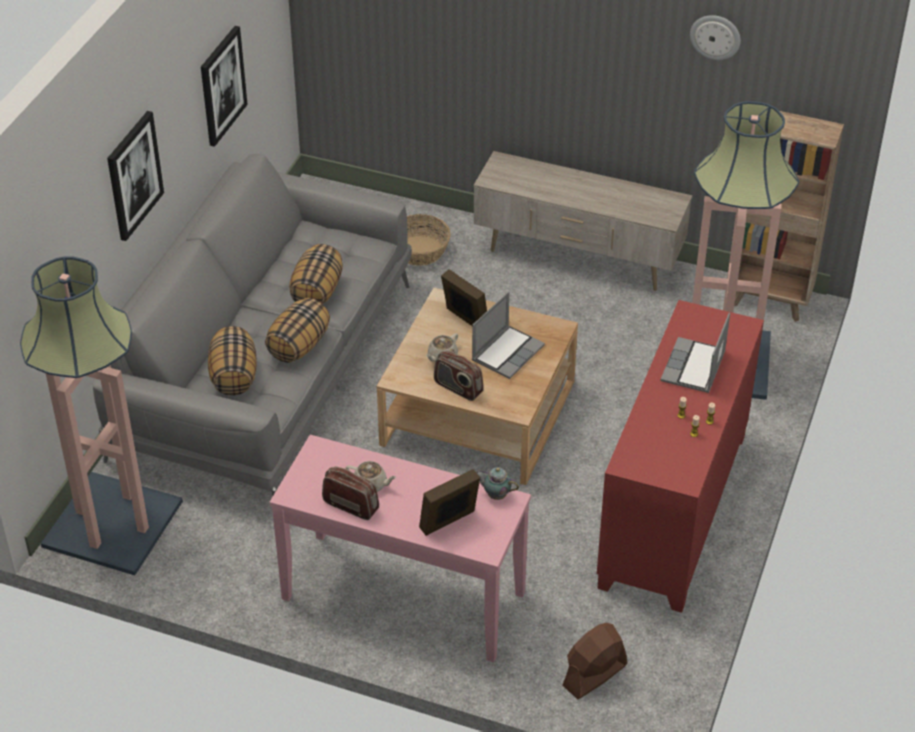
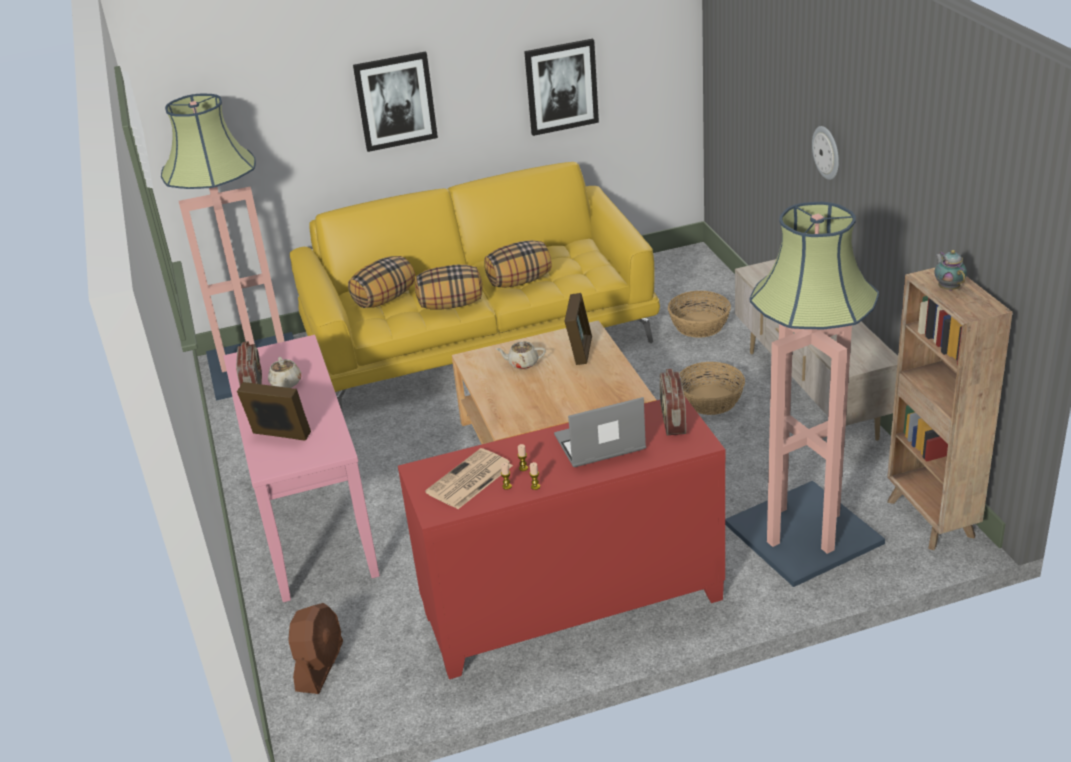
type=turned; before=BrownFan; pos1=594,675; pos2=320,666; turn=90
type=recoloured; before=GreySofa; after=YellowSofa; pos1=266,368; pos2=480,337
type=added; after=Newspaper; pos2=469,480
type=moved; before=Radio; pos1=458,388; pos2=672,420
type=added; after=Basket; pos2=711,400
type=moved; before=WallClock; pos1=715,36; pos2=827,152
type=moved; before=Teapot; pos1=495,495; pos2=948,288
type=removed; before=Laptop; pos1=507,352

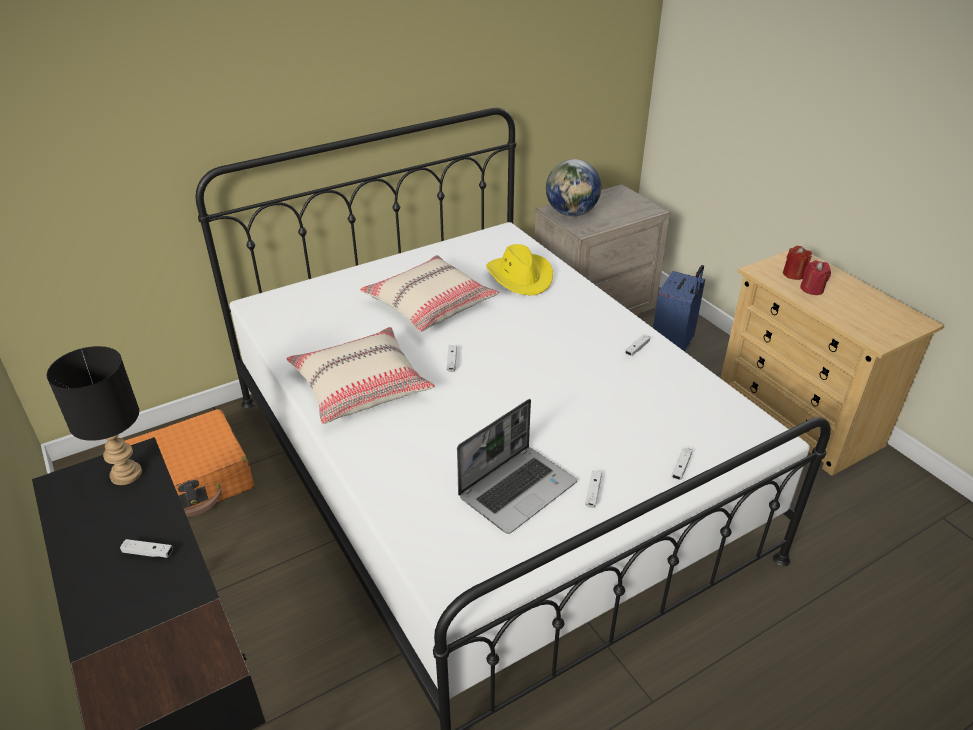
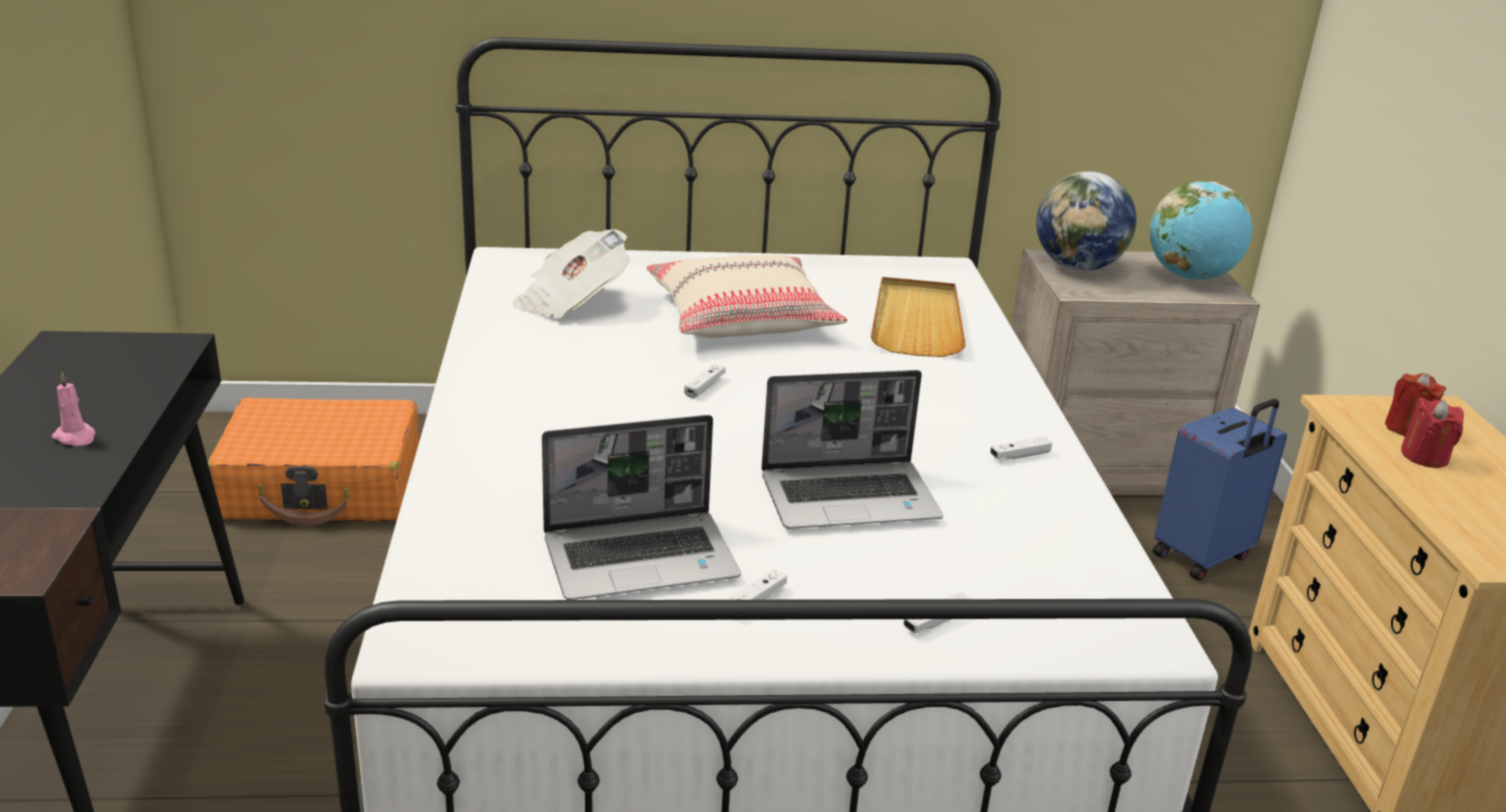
type=replaced; before=WhiteGameController; after=PinkCandle; pos1=148,553; pos2=76,437
type=added; after=Newspaper; pos2=571,302
type=added; after=Laptop; pos2=851,497
type=replaced; before=YellowHat; after=BeigeTray; pos1=520,276; pos2=916,322
type=added; after=Globe; pos2=1190,277
type=removed; before=BlackTableLamp; pos1=126,475
type=removed; before=BeigePillow; pos1=361,386

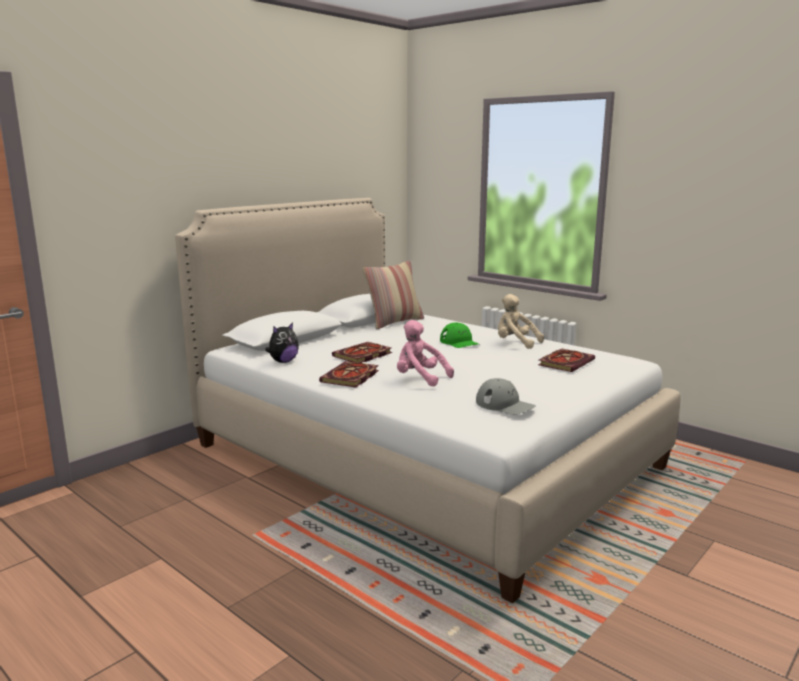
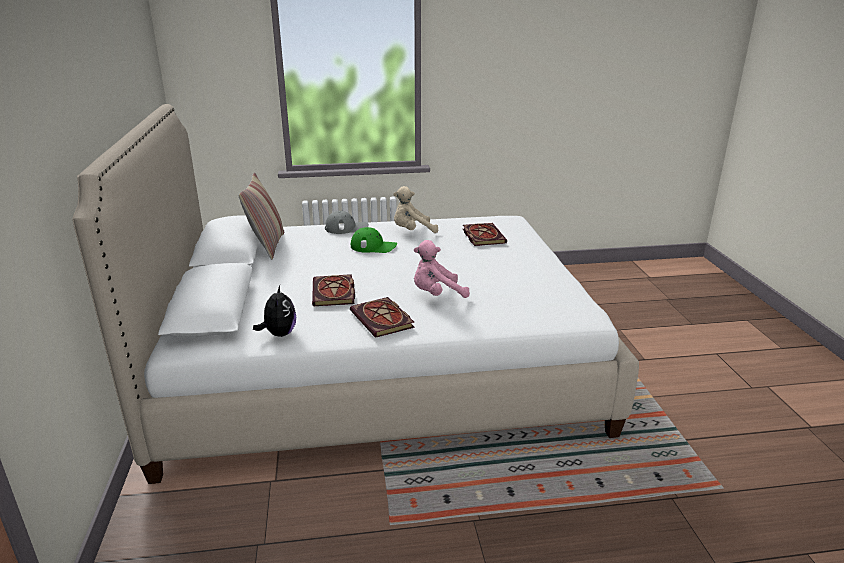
type=moved; before=GreyCap; pos1=505,405; pos2=346,228

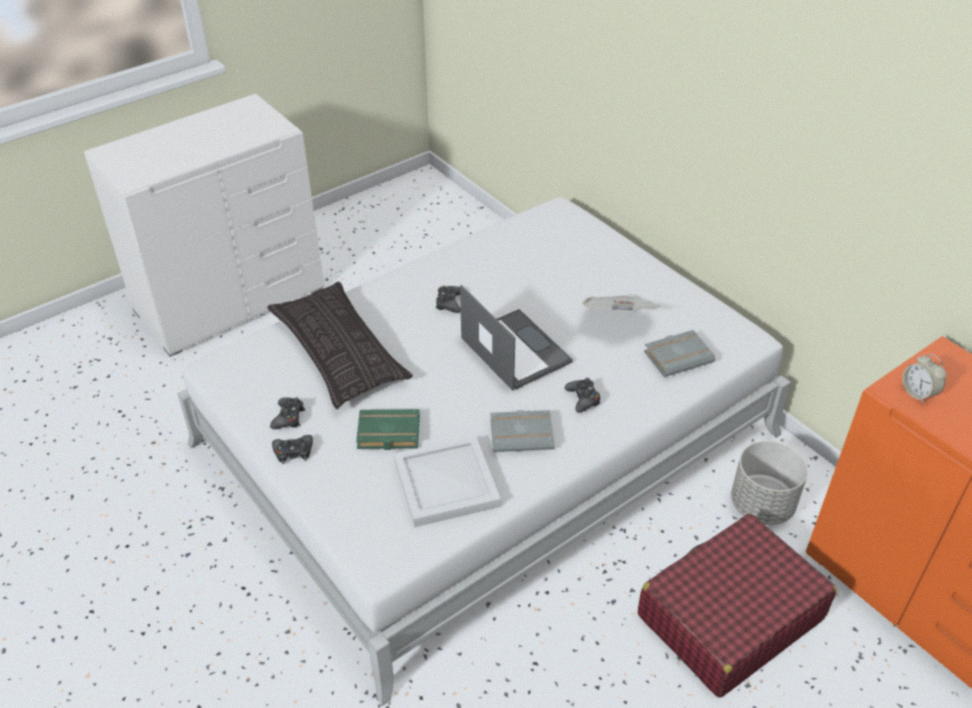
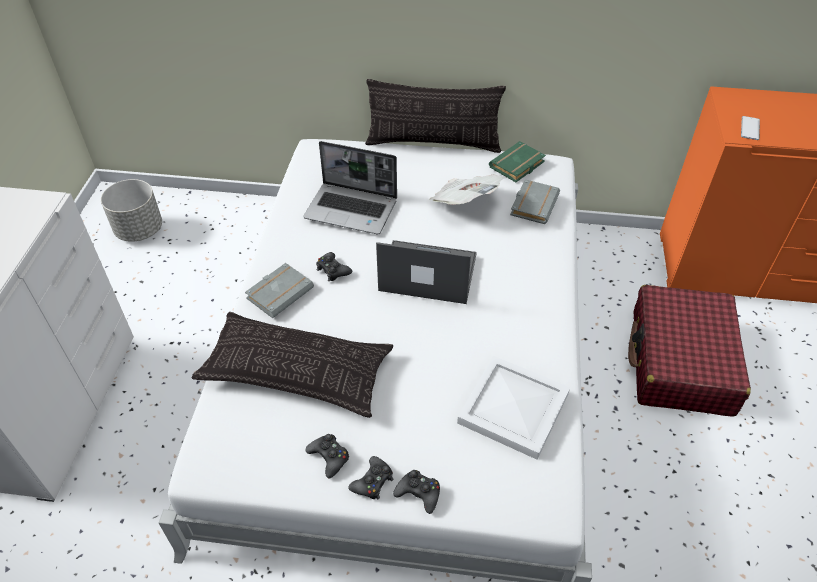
type=moved; before=GreyPlanter; pos1=761,505; pos2=139,230
type=moved; before=GreyBook; pos1=523,434; pos2=280,292
type=added; after=Laptop; pos2=352,209
type=added; after=Pillow; pos2=433,143
type=moved; before=BlackGameController; pos1=583,399; pos2=419,493
type=moved; before=GreenBook; pos1=387,434; pos2=517,166
type=replaced; before=AlarmClock; after=Phone; pos1=918,393; pos2=750,128

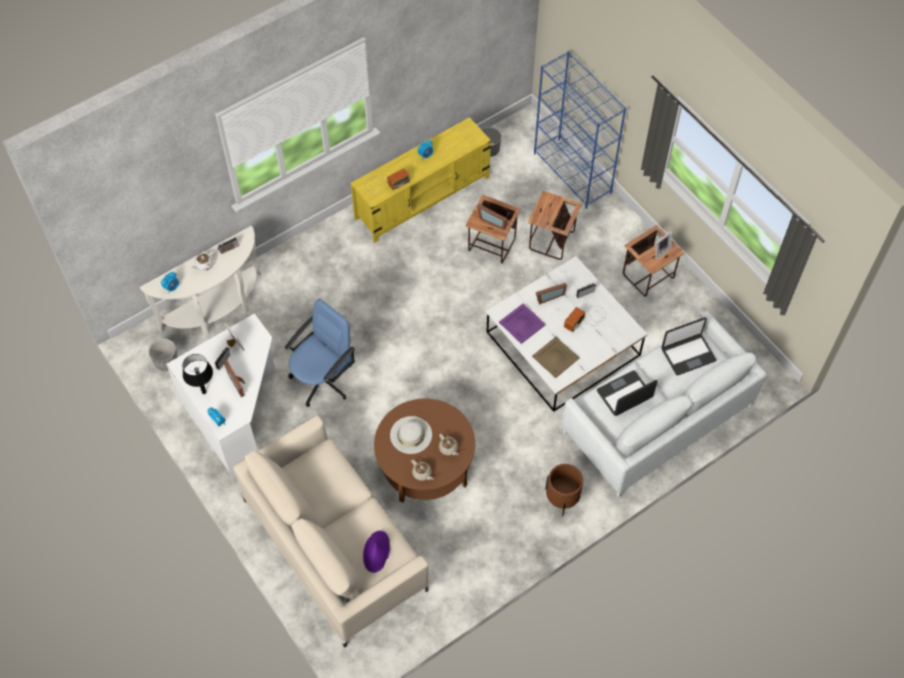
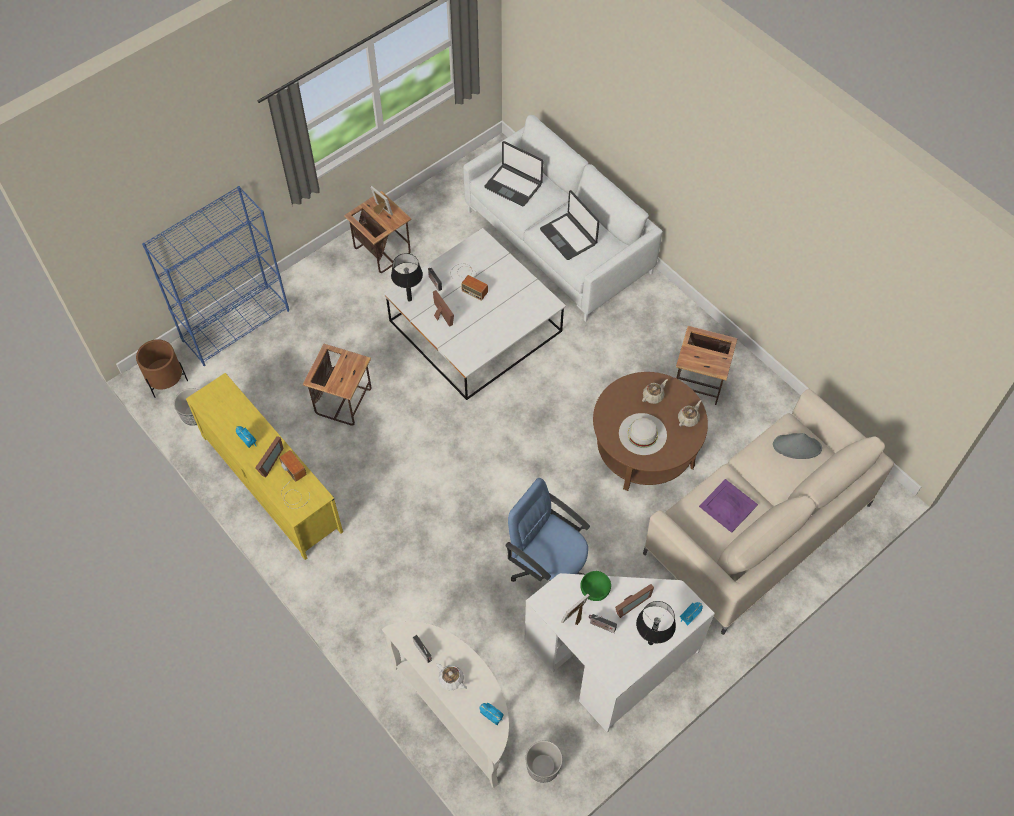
type=moved; before=BrownPlanter; pos1=562,498; pos2=167,381
type=moved; before=PictureFrame; pos1=492,220; pos2=268,462
type=added; after=BlackTableLamp; pos2=409,299
type=turned; before=Laptop; pos1=688,354; pos2=513,185; turn=150
type=added; after=GreenBowl; pos2=595,589
type=moved; before=SideTable; pos1=551,241; pos2=699,384
type=moved; before=PurpleTray; pos1=521,323; pos2=728,506
type=recoloured; before=PurpleHat; after=GreyHat; pos1=376,552; pos2=797,446
type=removed; before=BeigeTray; pos1=555,357

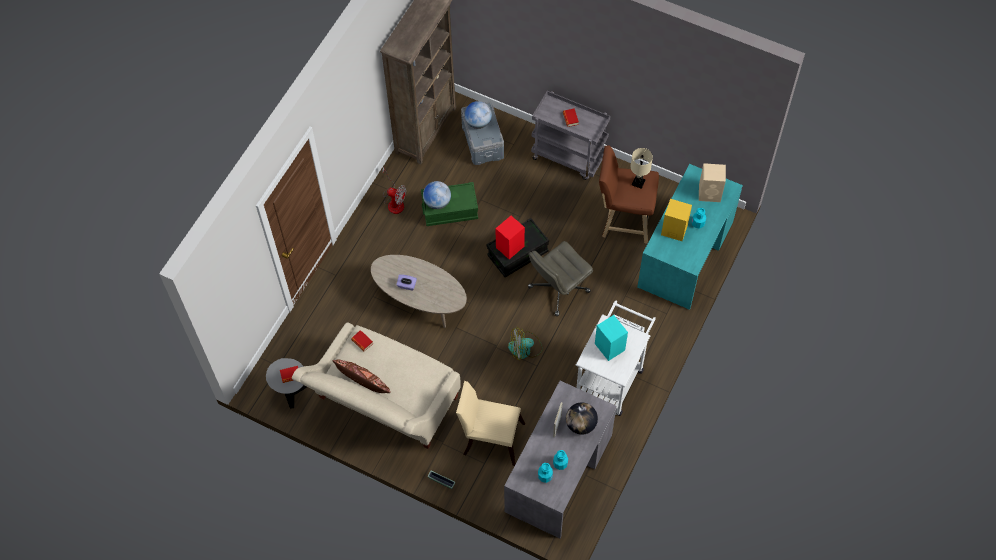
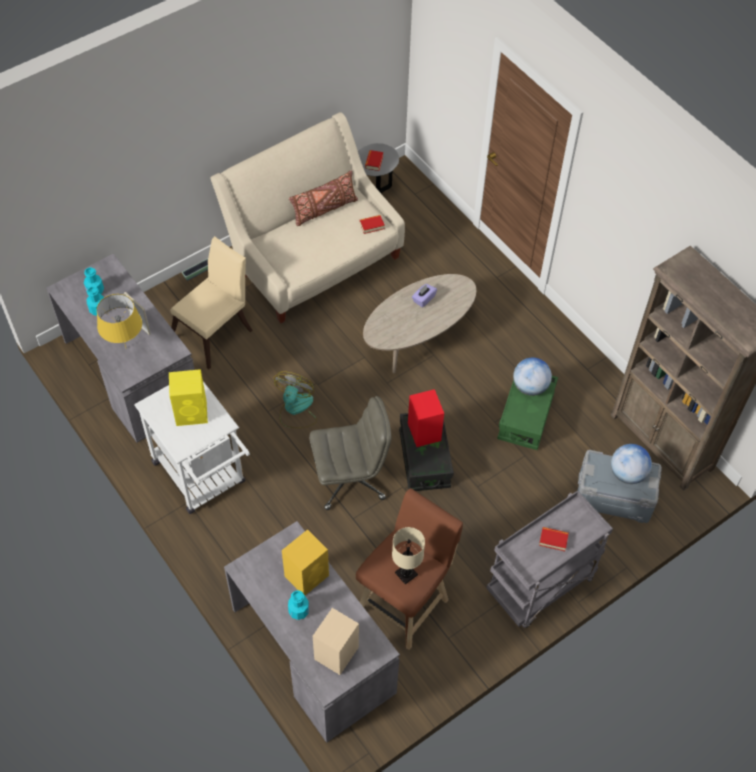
type=replaced; before=Globe; after=YellowTableLamp; pos1=581,424; pos2=126,348
type=recoloured; before=TurquoiseSpeaker; after=YellowSpeaker; pos1=609,346; pos2=192,412
type=recoloured; before=TurquoiseDesk; after=GreyDesk; pos1=686,255; pos2=311,650
type=turned; before=GreyOfficeChair; pos1=558,289; pos2=350,478; turn=90
type=removed; before=Fan; pos1=394,201

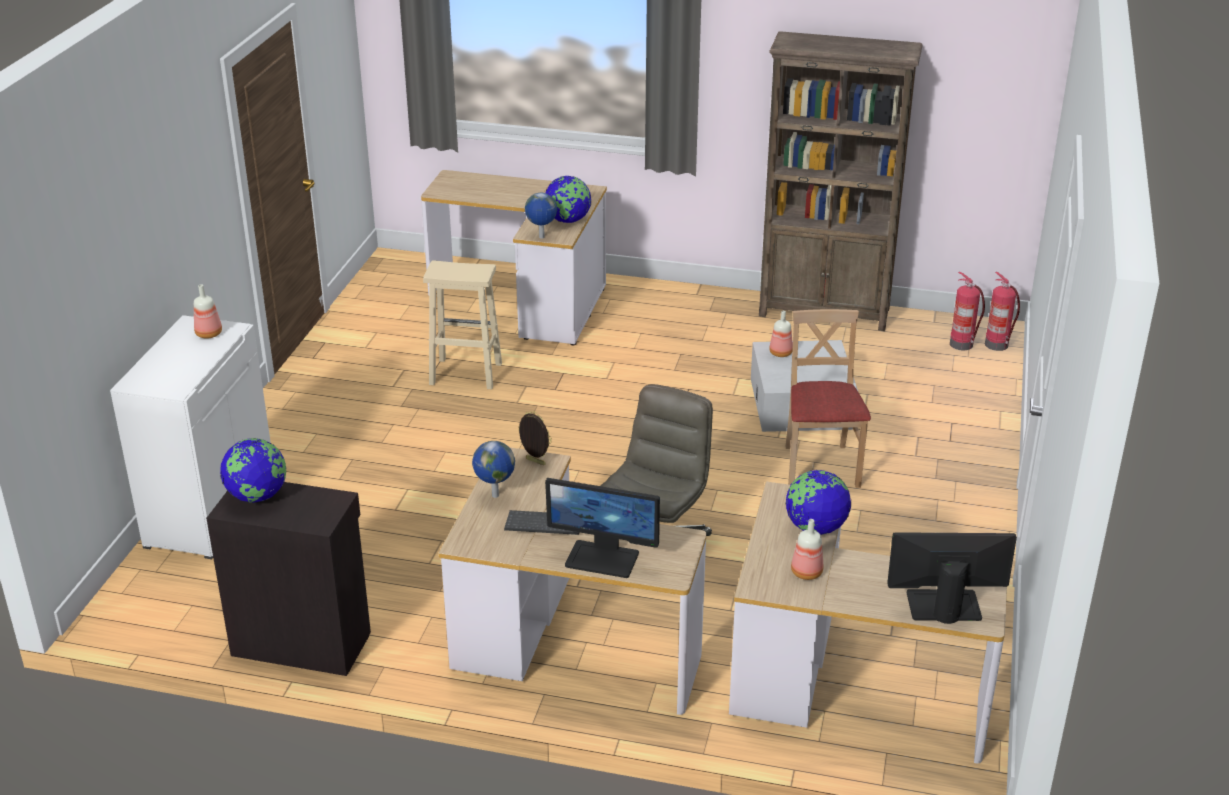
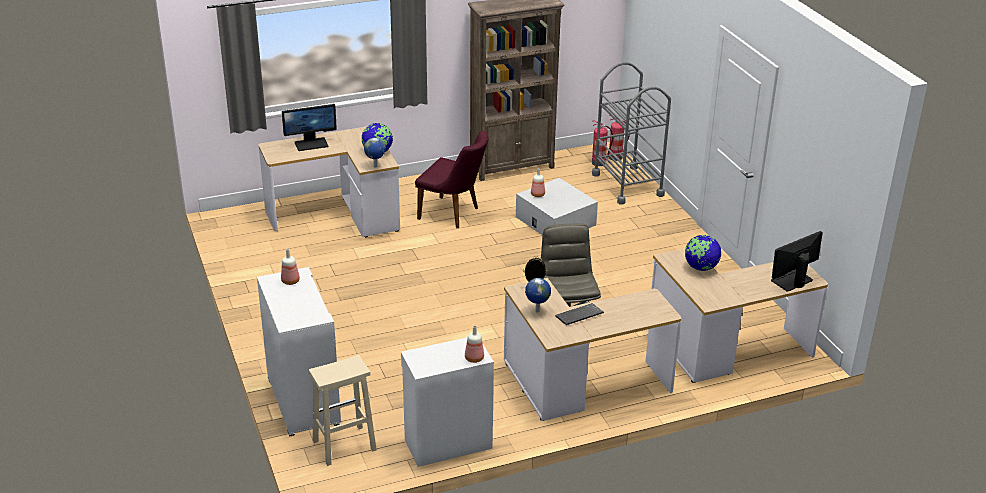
type=moved; before=Monitor; pos1=603,558; pos2=311,144
type=moved; before=BeigeStool; pos1=464,374; pos2=343,446
type=recoloured; before=BlackCabinet; after=WhiteCabinet; pos1=301,642; pos2=447,443
type=added; after=PurpleChair; pos2=453,214
type=moved; before=Bottle; pos1=805,573; pos2=474,359
type=added; after=GreyCart; pos2=627,185
type=removed; before=Globe; pos1=257,496
type=removed; before=BeigeChair; pos1=820,467

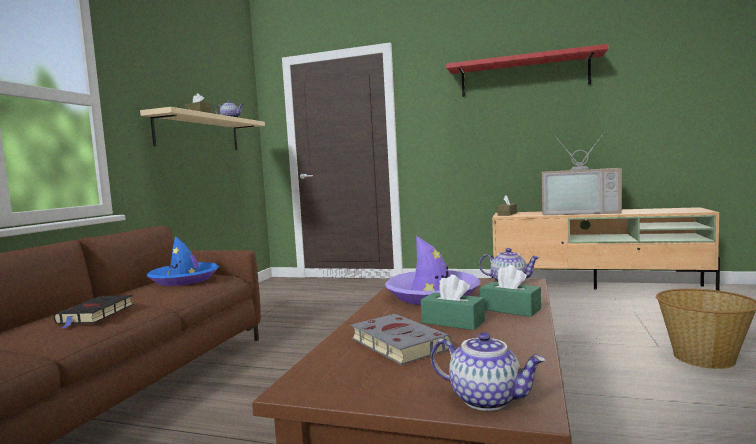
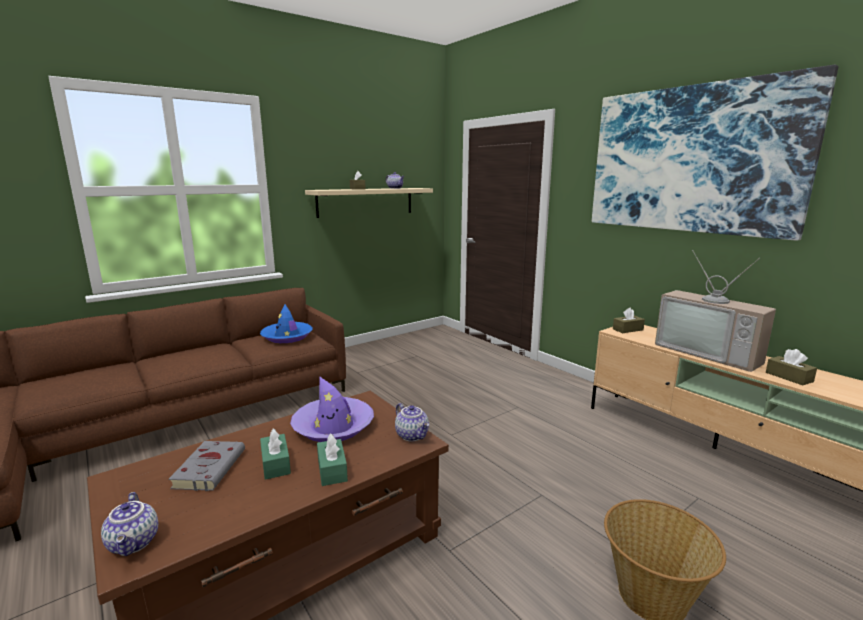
type=replaced; before=RedShelf; after=Picture; pos1=523,75; pos2=691,160
type=added; after=BrownTissueBox; pos2=789,377
type=removed; before=BlackBook; pos1=95,315

